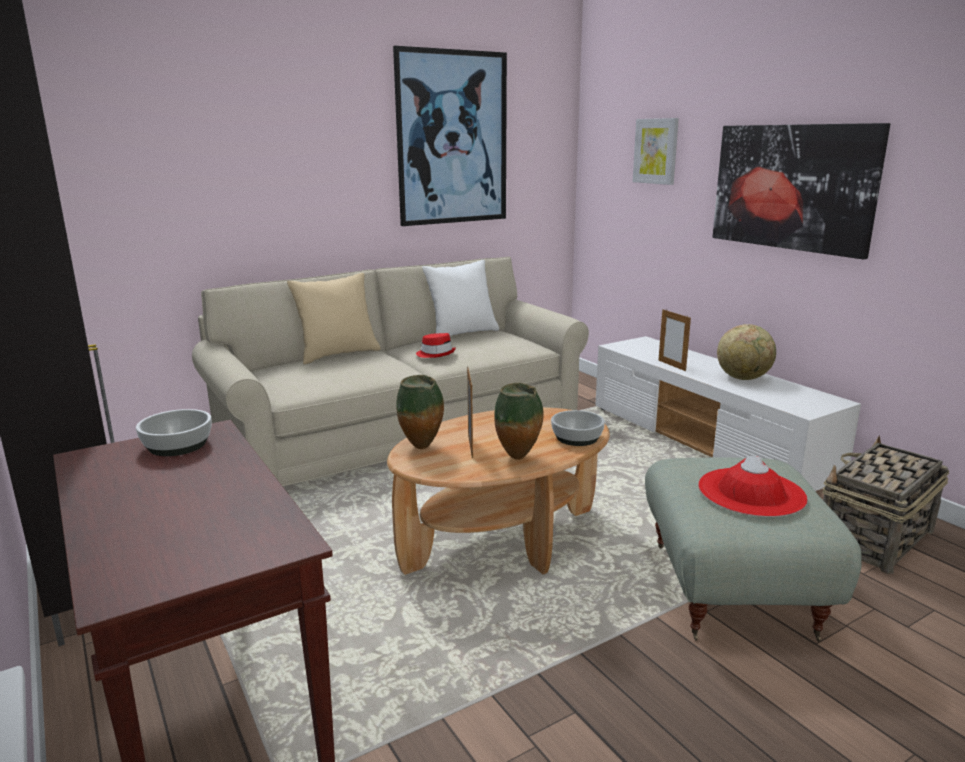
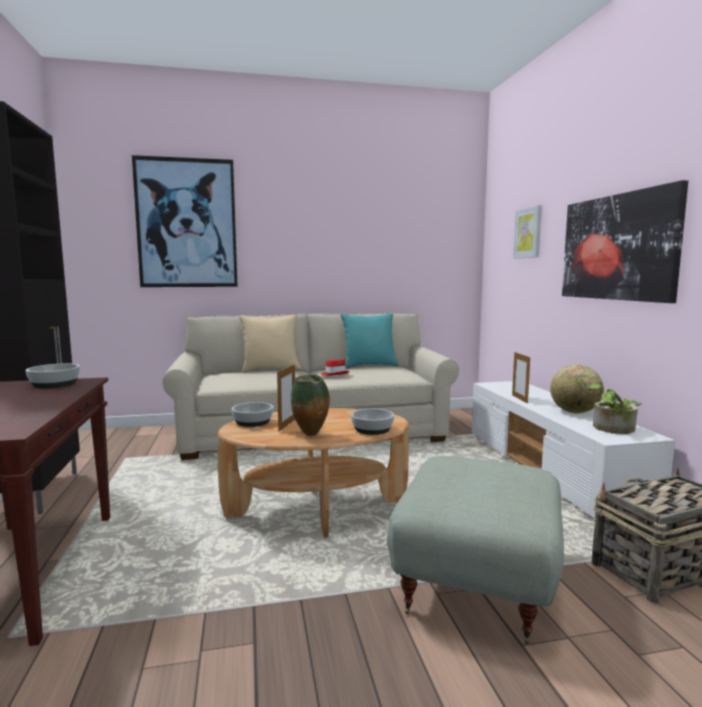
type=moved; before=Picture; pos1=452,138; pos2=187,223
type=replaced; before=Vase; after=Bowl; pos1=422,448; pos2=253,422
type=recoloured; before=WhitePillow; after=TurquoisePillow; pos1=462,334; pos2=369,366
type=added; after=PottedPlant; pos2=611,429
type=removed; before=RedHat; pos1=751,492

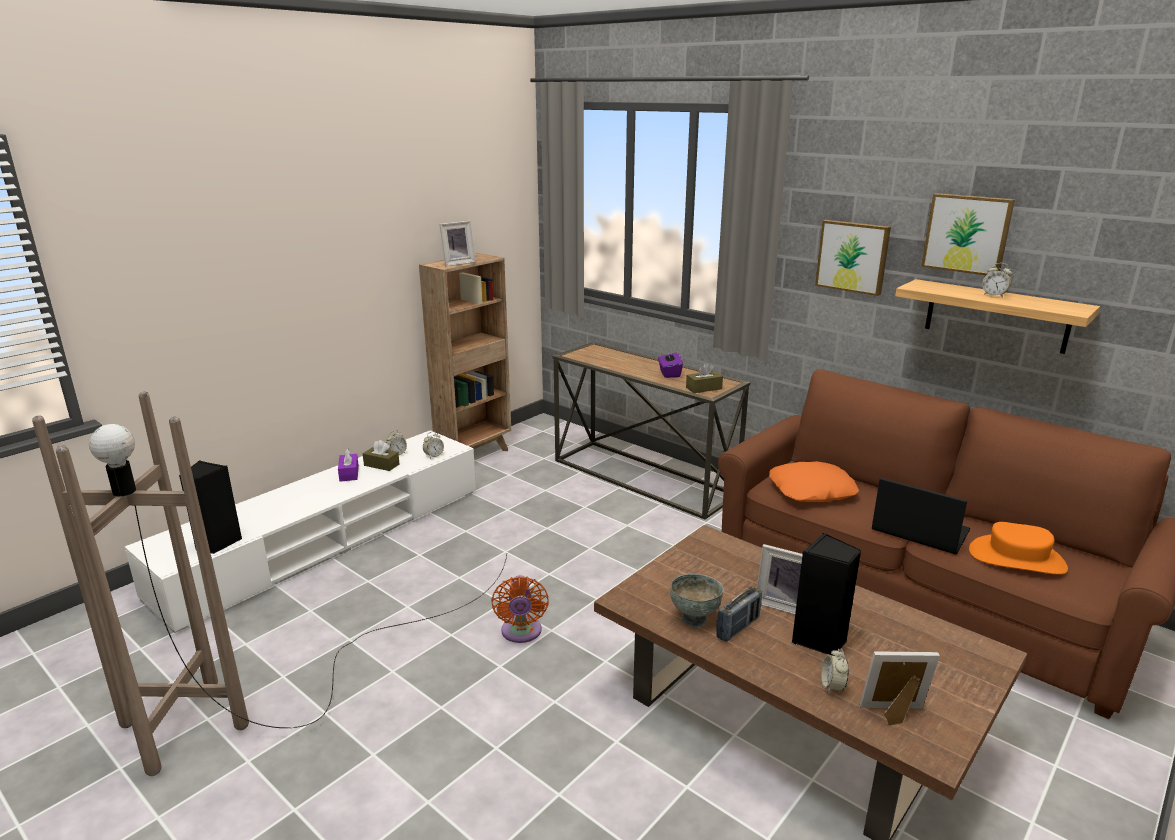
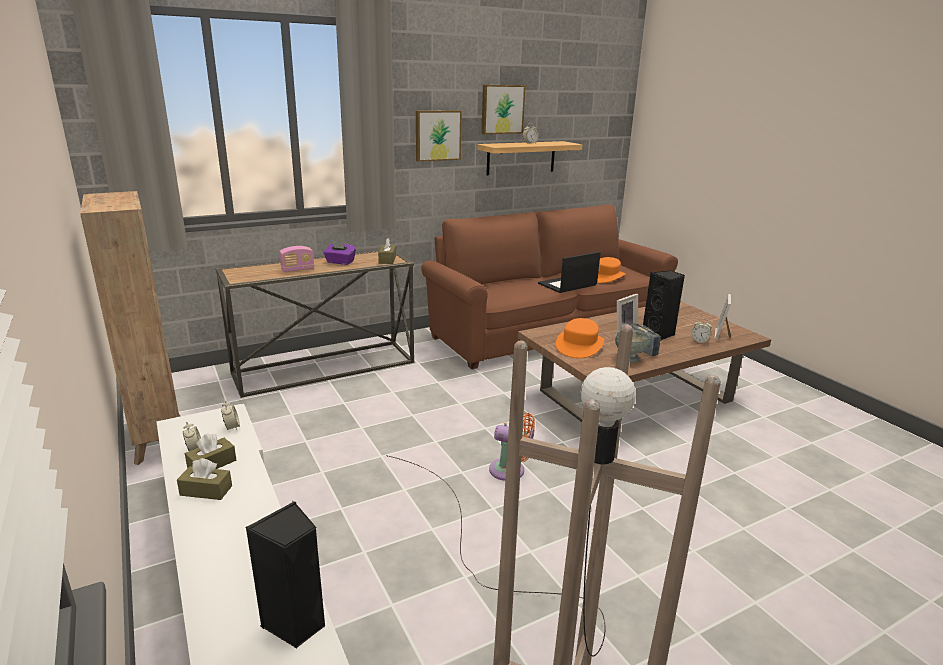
type=recoloured; before=PurpleTissueBox; after=BrownTissueBox; pos1=349,473; pos2=206,490
type=added; after=Radio; pos2=298,270
type=added; after=OrangeHat; pos2=579,345
type=removed; before=PictureFrame; pos1=457,263
type=removed; before=OrangePillow; pos1=812,491

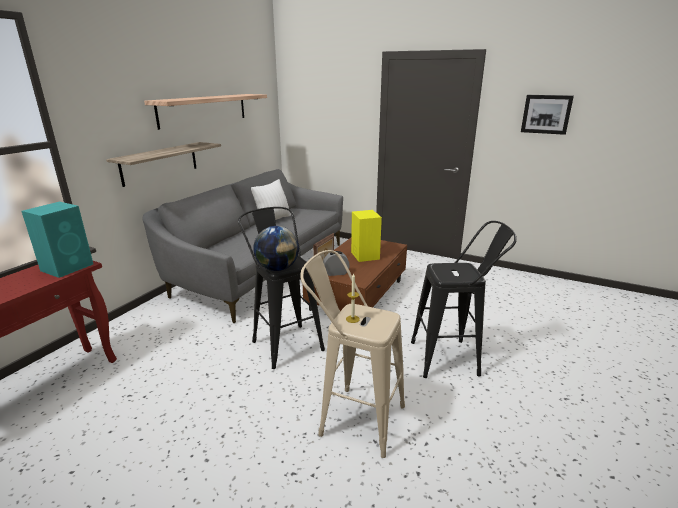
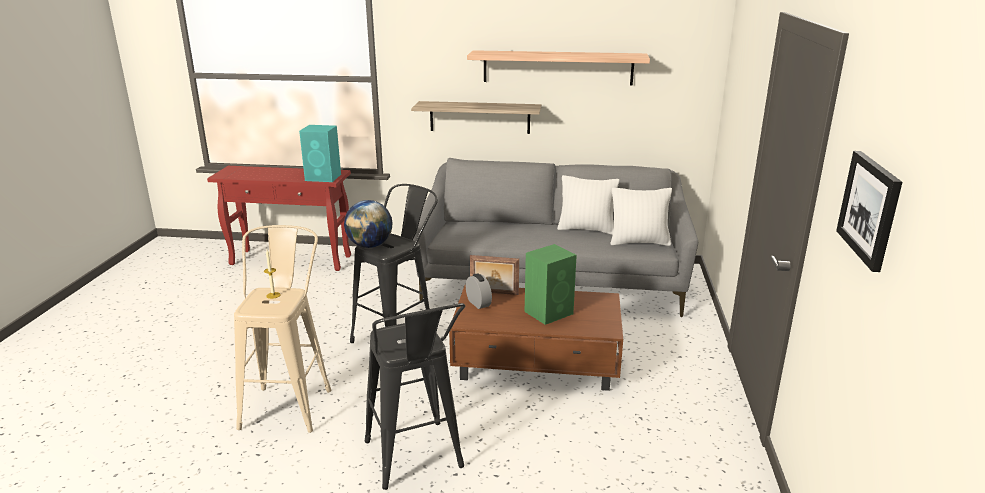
type=recoloured; before=YellowSpeaker; after=GreenSpeaker; pos1=365,255; pos2=549,312
type=added; after=WhitePillow; pos2=639,242

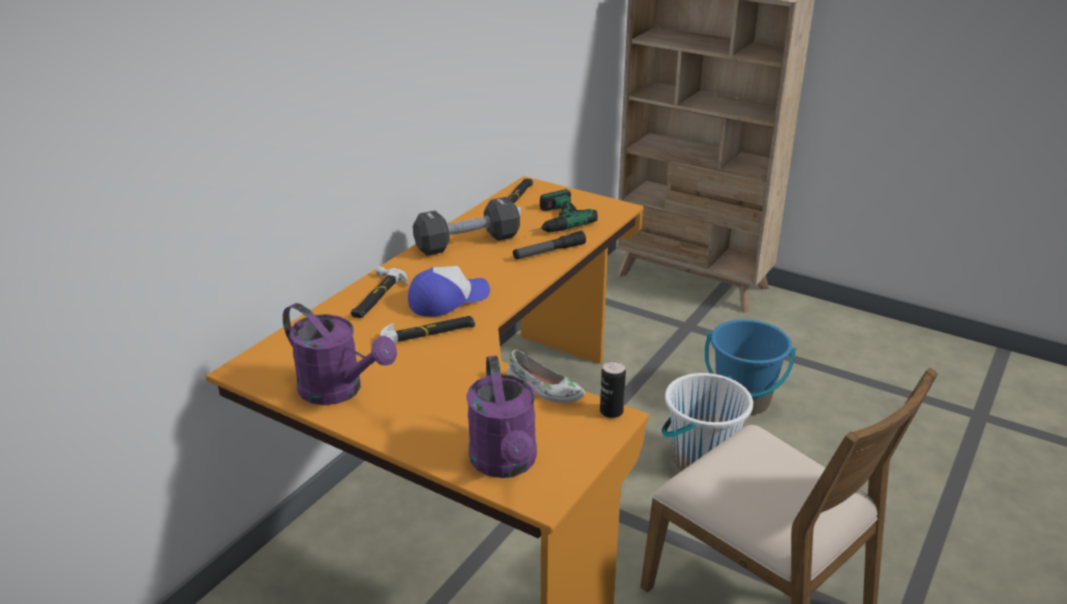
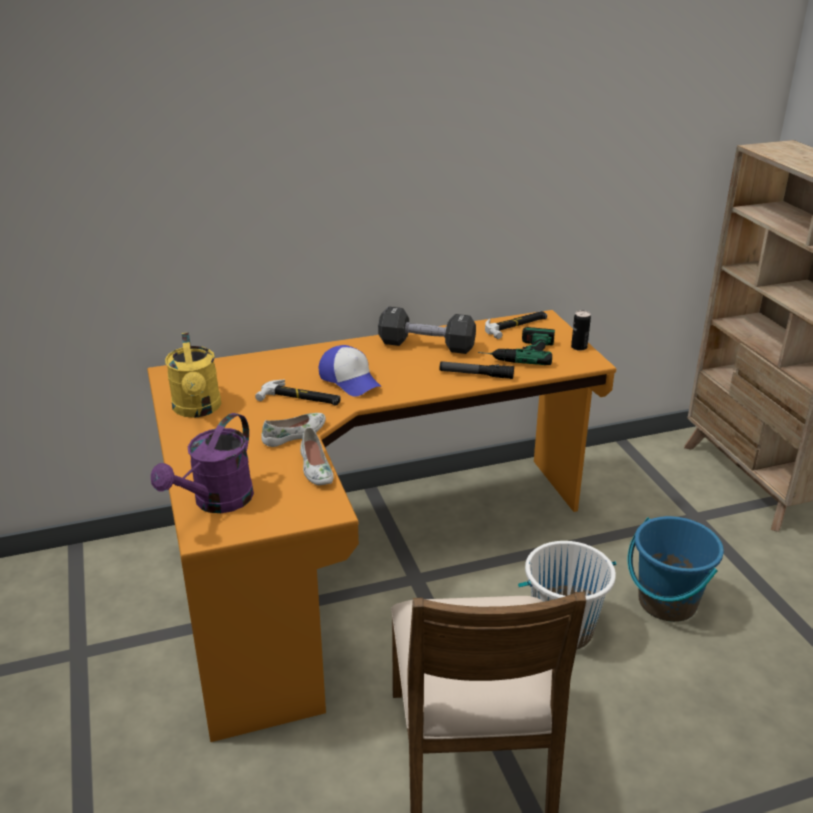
type=recoloured; before=PurpleWateringCan; after=YellowWateringCan; pos1=339,391; pos2=198,409
type=added; after=WhiteShoe; pos2=295,435
type=turned; before=Cap; pos1=448,299; pos2=350,380; turn=45
type=moved; before=Can; pos1=611,411; pos2=579,347
type=removed; before=Hammer; pos1=376,296

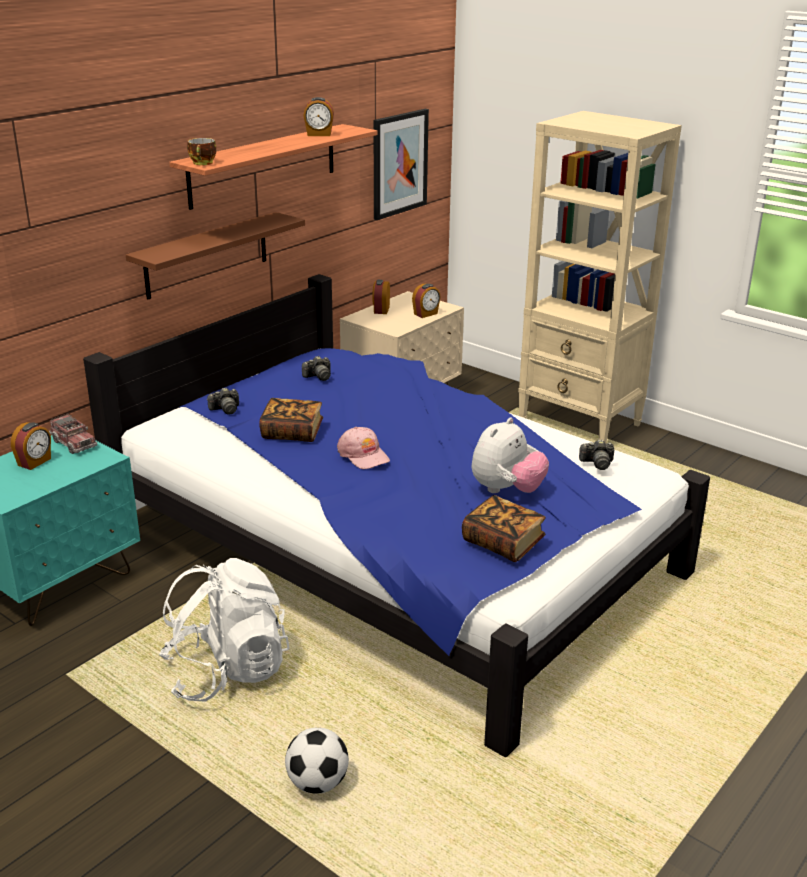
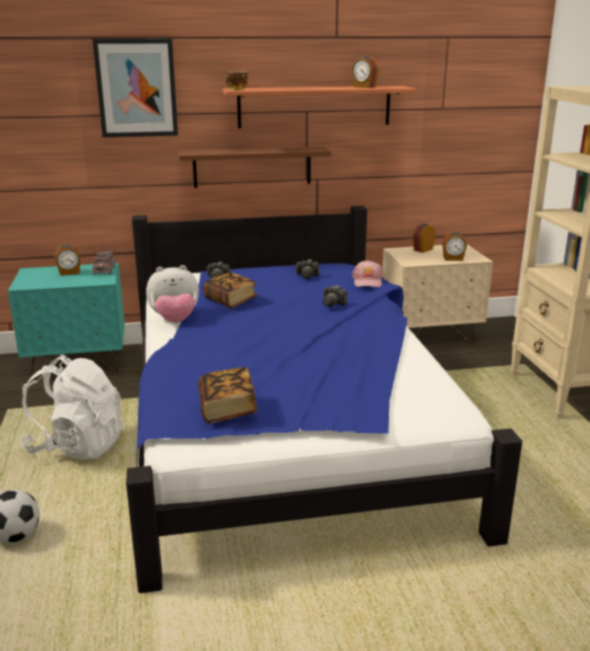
type=moved; before=Picture; pos1=399,163; pos2=136,88
type=moved; before=PlushToy; pos1=506,490; pos2=175,321
type=moved; before=PhotoCamera; pos1=597,463; pos2=333,303
type=moved; before=PinkCap; pos1=363,455; pos2=367,281

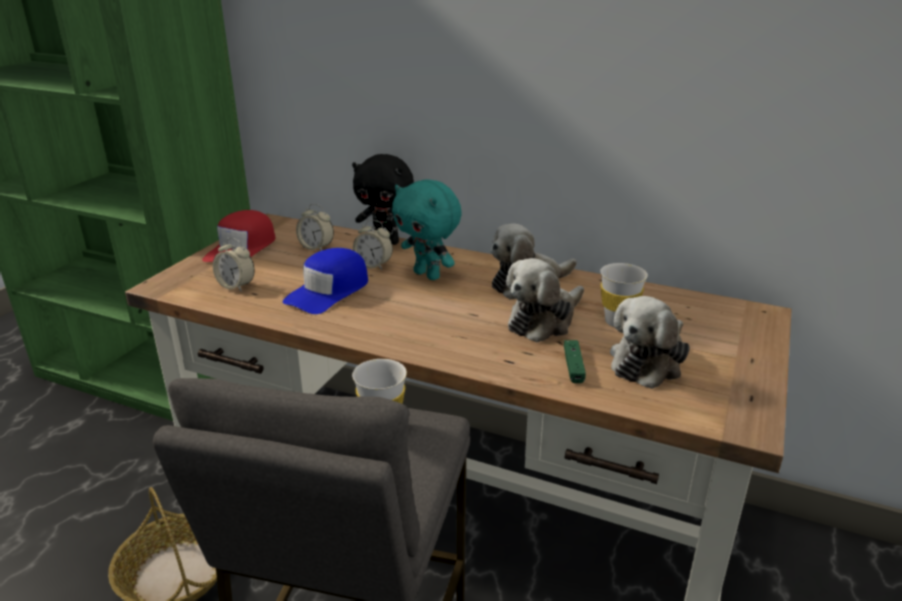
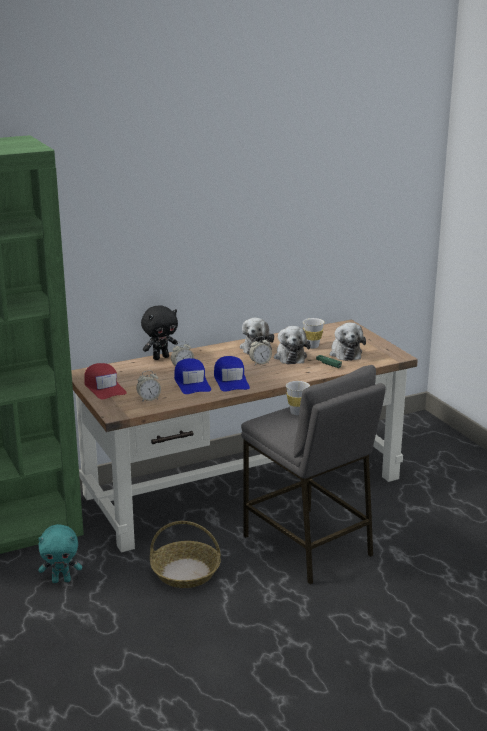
type=moved; before=TurquoisePlushToy; pos1=428,275; pos2=61,580
type=added; after=BlueCap; pos2=231,380
type=moved; before=AlarmClock; pos1=316,247; pos2=260,363

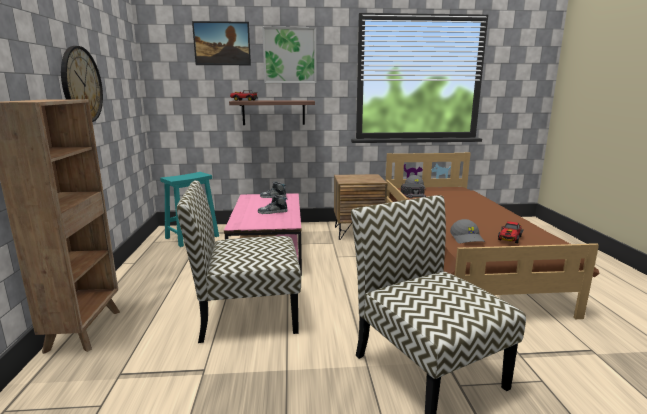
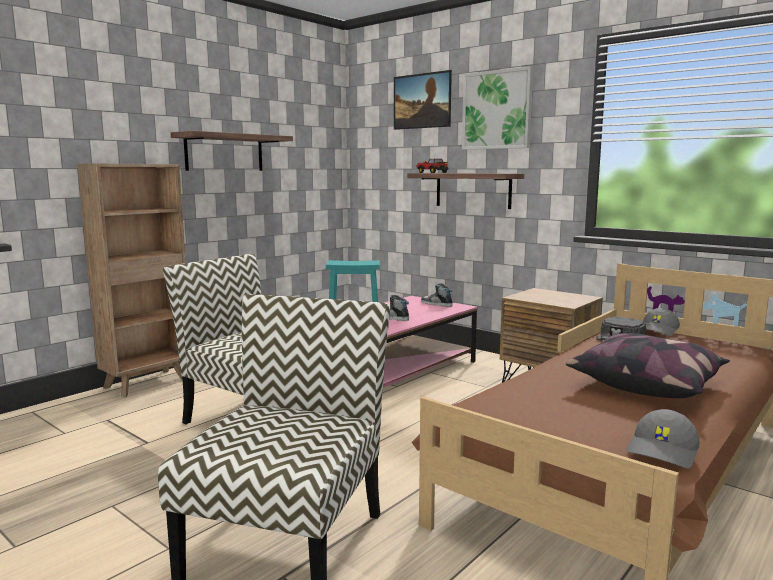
type=replaced; before=WallClock; after=Shelf; pos1=81,85; pos2=224,152
type=added; after=Pillow; pos2=647,384
type=moved; before=GreyCap; pos1=467,238; pos2=663,451
type=removed; before=ToyCar; pos1=509,239

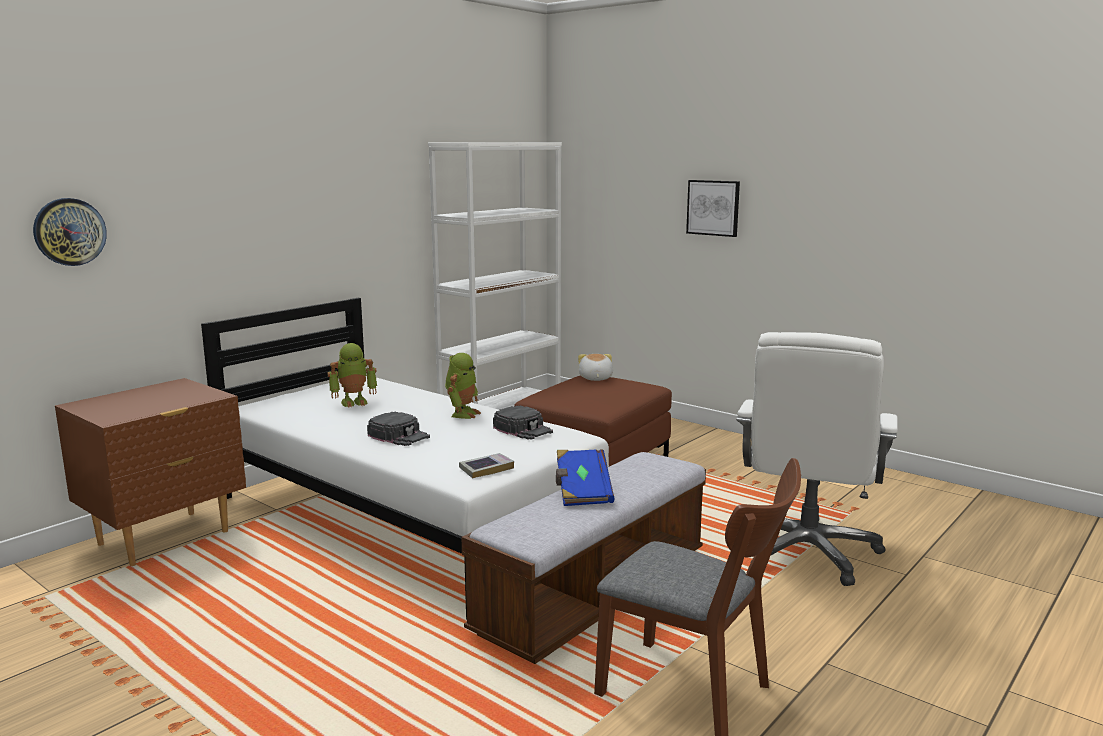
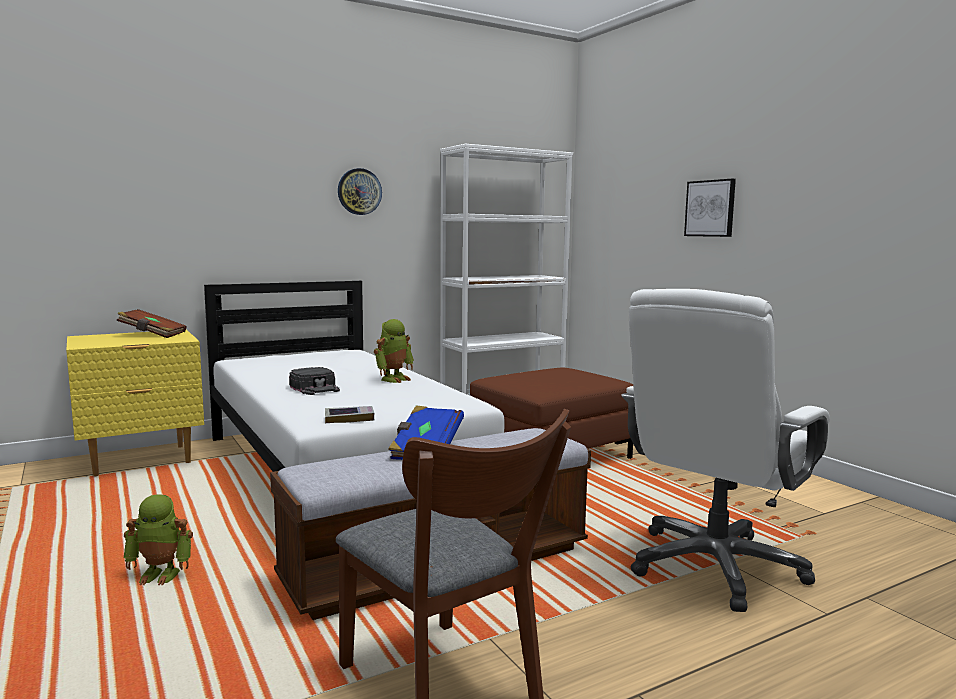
type=recoloured; before=BrownNightstand; after=YellowNightstand; pos1=165,538; pos2=141,461
type=added; after=BrownBook; pos2=152,335
type=moved; before=ToyRobot; pos1=354,402; pos2=161,575
type=moved; before=WallClock; pos1=69,232; pos2=359,191
type=removed; before=BlackCap; pos1=523,429
type=removed; before=PlushToy; pos1=595,378

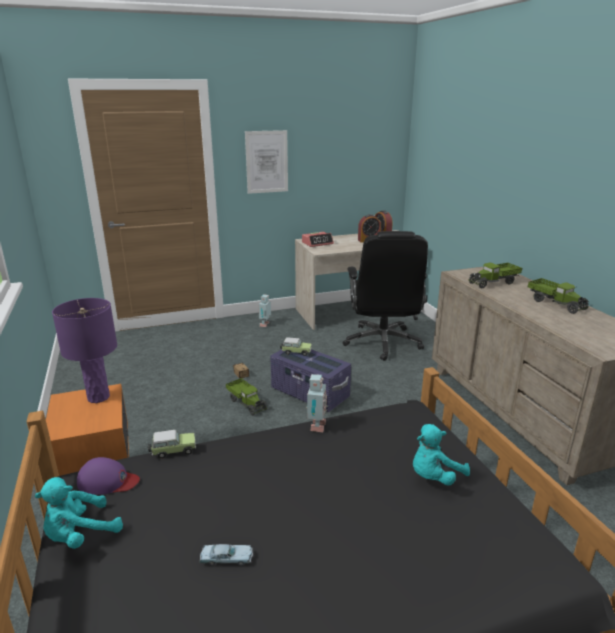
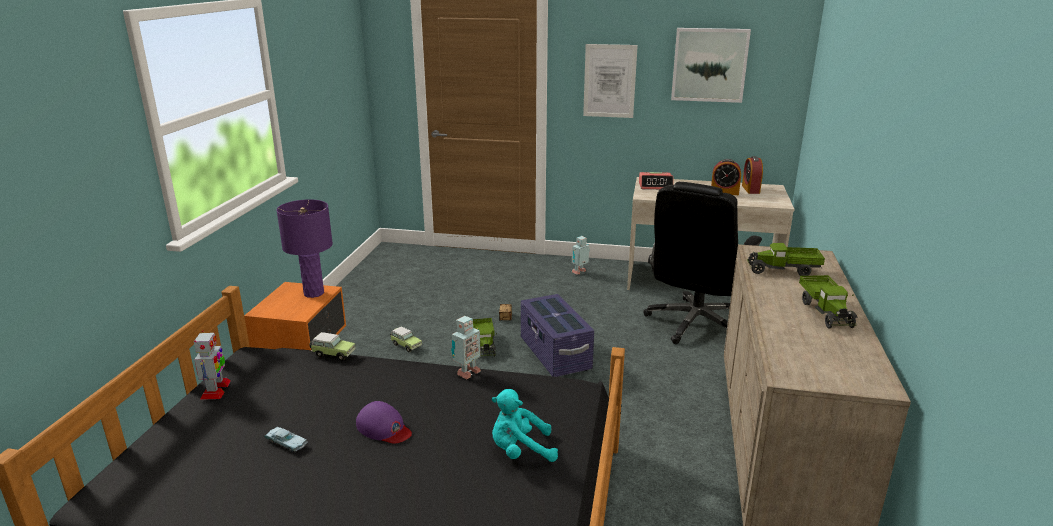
type=replaced; before=TurquoisePlushToy; after=ToyRobot; pos1=80,535; pos2=216,390
type=moved; before=PurpleCap; pos1=107,481; pos2=384,428
type=moved; before=ToyCar; pos1=295,352; pos2=405,345
type=added; after=Picture; pos2=709,65

